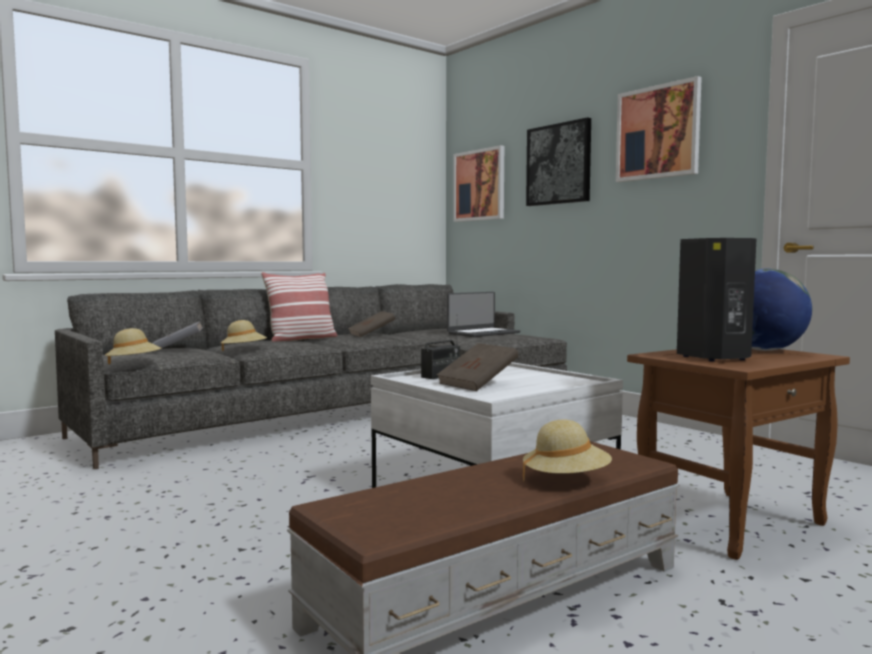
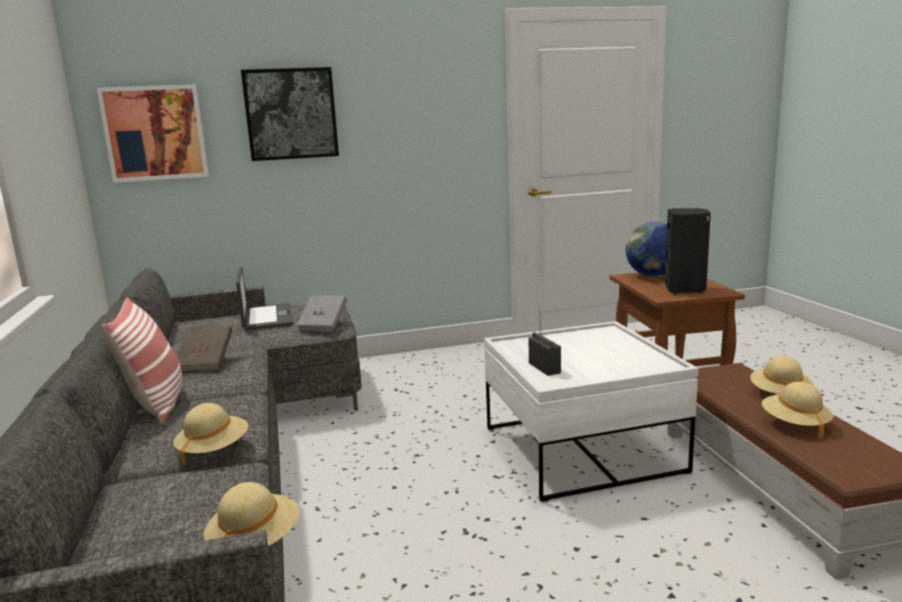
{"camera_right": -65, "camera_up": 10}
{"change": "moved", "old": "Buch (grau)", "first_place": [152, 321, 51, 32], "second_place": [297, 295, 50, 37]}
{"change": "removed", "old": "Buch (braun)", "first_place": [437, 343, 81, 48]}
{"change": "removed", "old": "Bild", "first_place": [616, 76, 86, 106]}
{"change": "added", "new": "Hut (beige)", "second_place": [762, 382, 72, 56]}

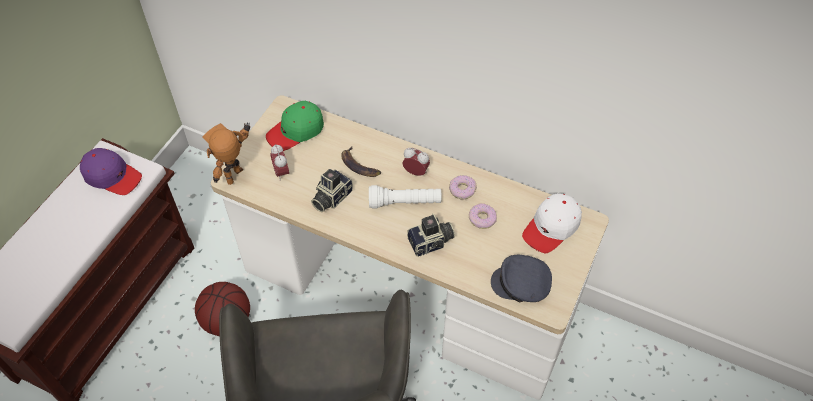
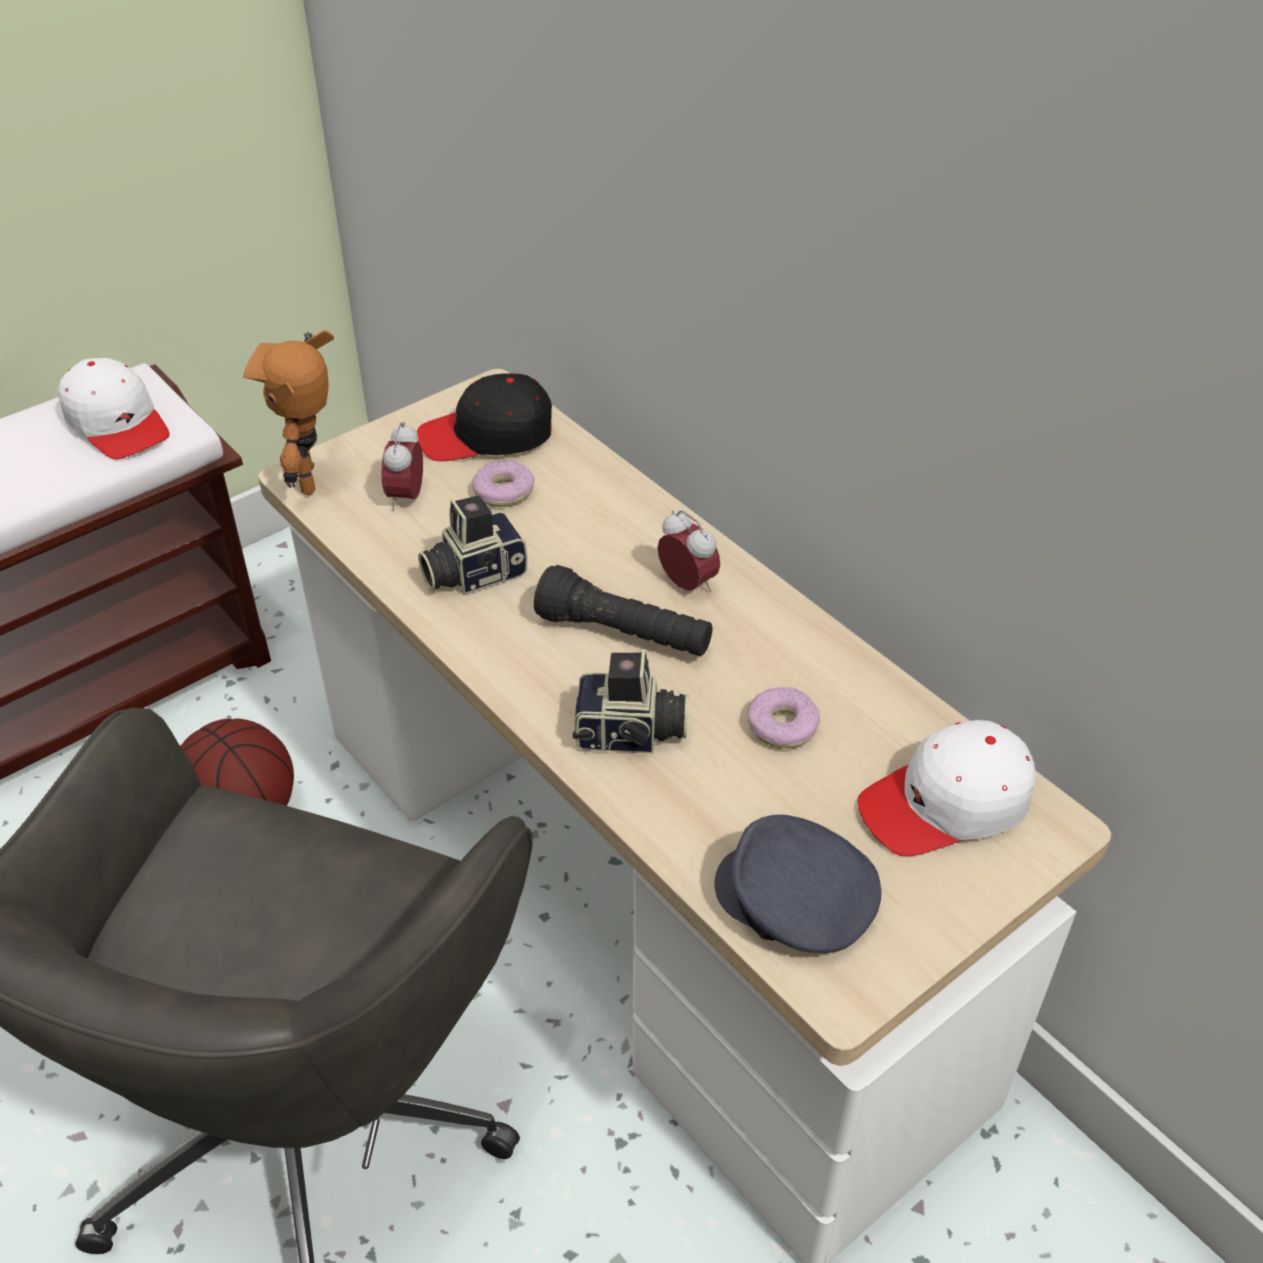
{"camera_right": 25, "camera_up": -10}
{"change": "recoloured", "old": "Kappe (lila)", "new": "Kappe (weiß)", "first_place": [80, 148, 62, 47], "second_place": [58, 358, 112, 101]}
{"change": "turned", "old": "Spielzeugroboter", "first_place": [203, 122, 47, 63], "second_place": [243, 330, 91, 165], "degrees": -60}
{"change": "recoloured", "old": "Kappe (grün)", "new": "Kappe (schwarz)", "first_place": [266, 101, 58, 50], "second_place": [417, 374, 135, 87]}
{"change": "removed", "old": "Banane", "first_place": [341, 147, 40, 30]}
{"change": "recoloured", "old": "Taschenlampe (weiß)", "new": "Taschenlampe (schwarz)", "first_place": [369, 185, 72, 24], "second_place": [534, 565, 179, 91]}
{"change": "moved", "old": "Donut", "first_place": [449, 175, 28, 25], "second_place": [472, 461, 63, 46]}

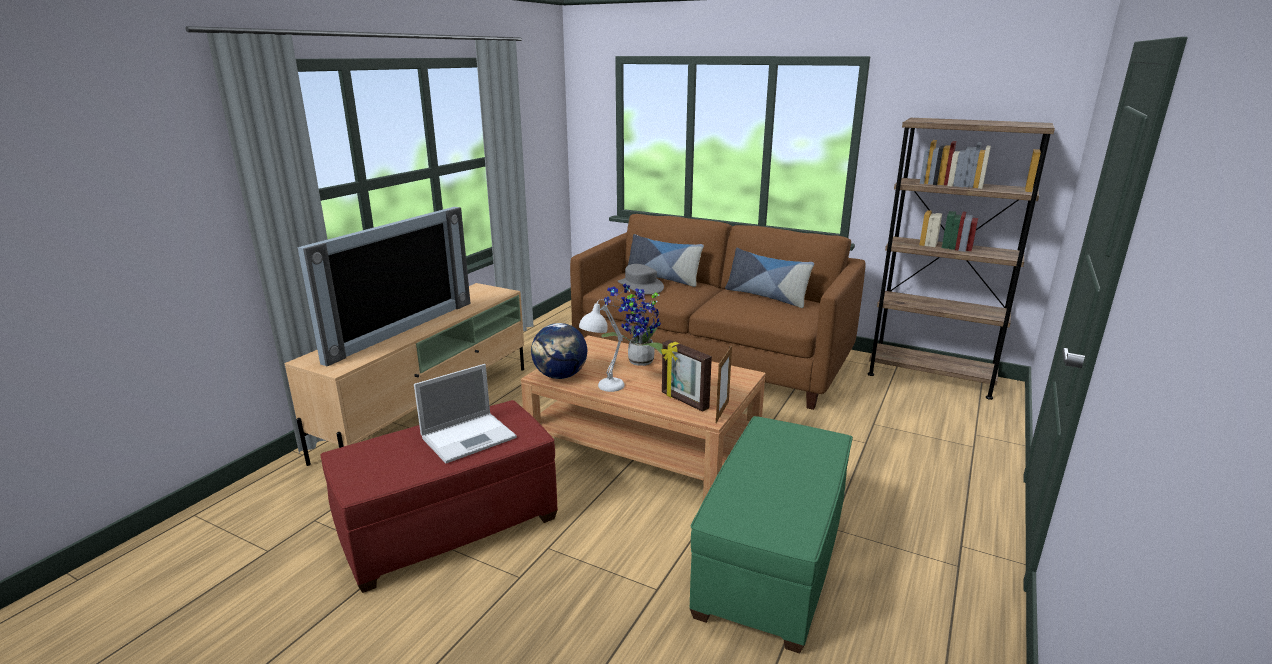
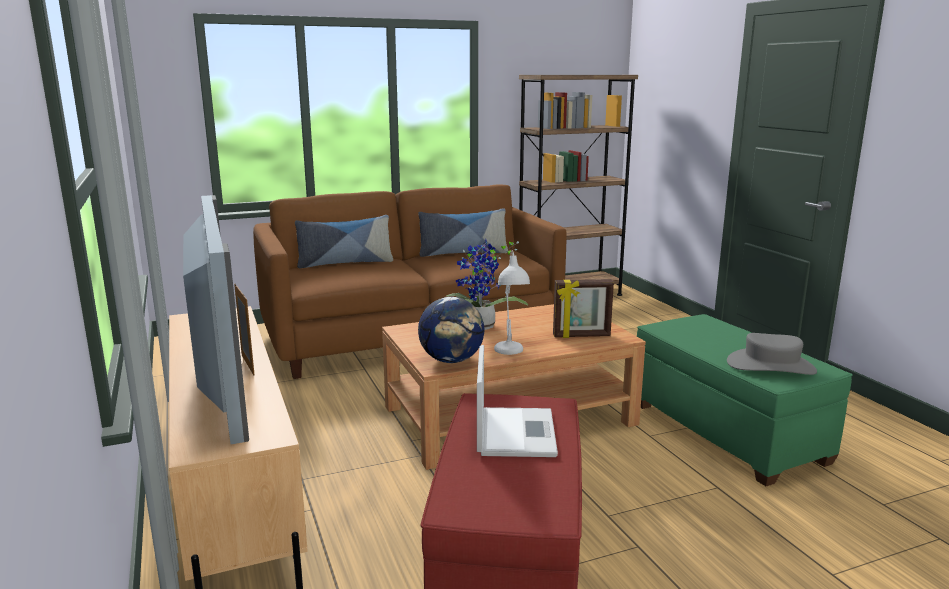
{"camera_right": -50, "camera_up": -5}
{"change": "moved", "old": "Hut (grau)", "first_place": [618, 264, 46, 31], "second_place": [727, 333, 90, 42]}
{"change": "moved", "old": "Bilderrahmen", "first_place": [716, 345, 16, 78], "second_place": [234, 283, 21, 92]}

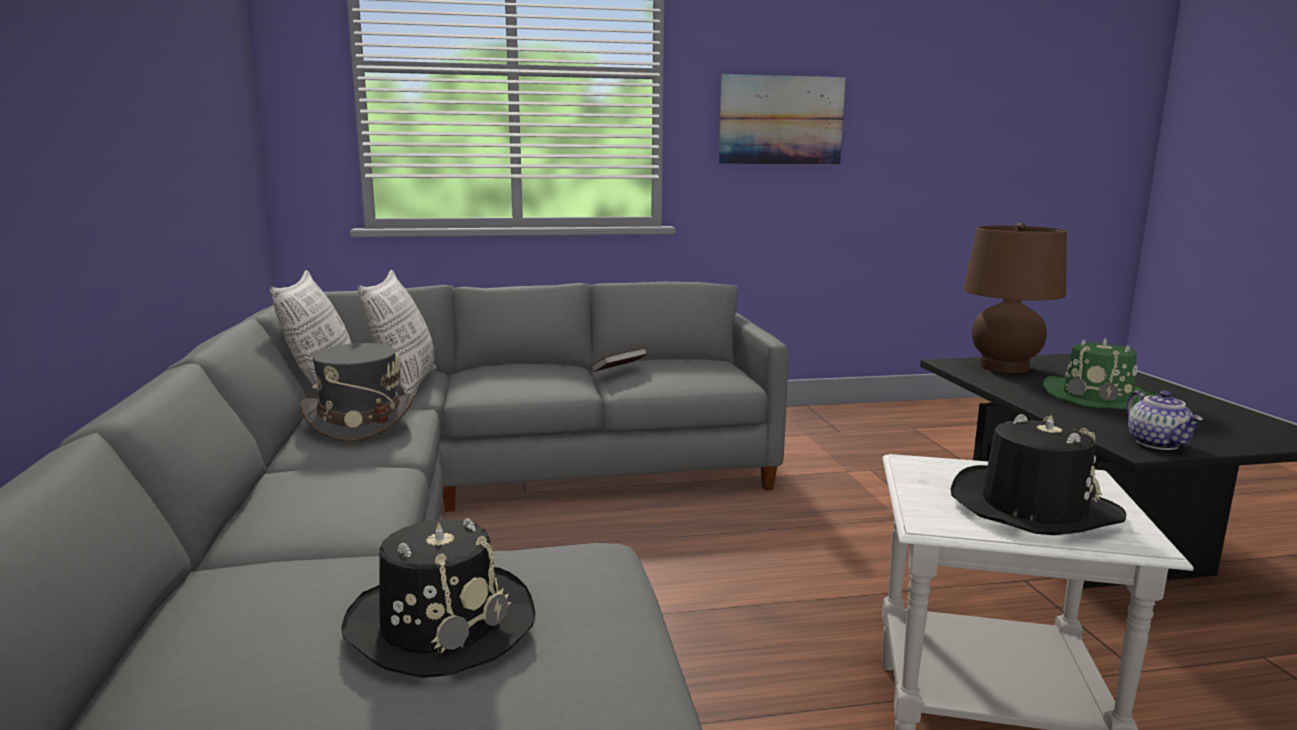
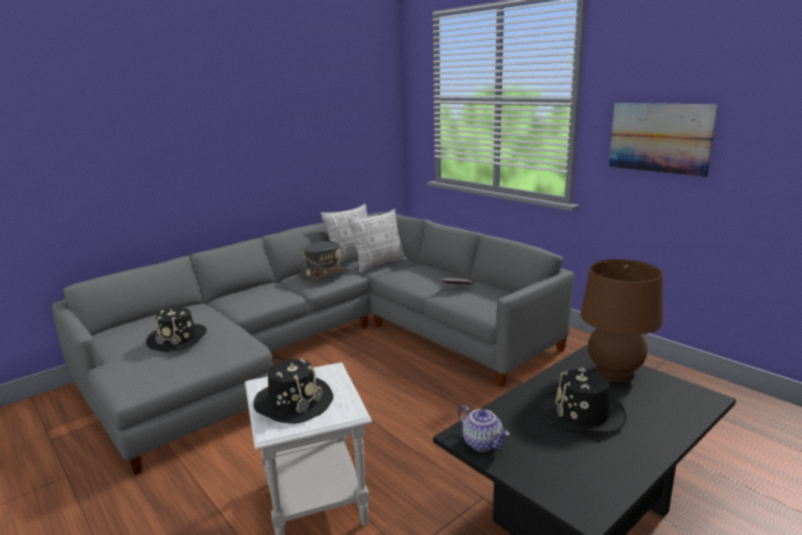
{"camera_right": 60, "camera_up": 5}
{"change": "recoloured", "old": "Hut (grün)", "new": "Hut (schwarz)", "first_place": [1043, 337, 114, 72], "second_place": [543, 368, 83, 65]}
{"change": "turned", "old": "Teekanne", "first_place": [1127, 391, 76, 59], "second_place": [458, 405, 51, 47], "degrees": -90}

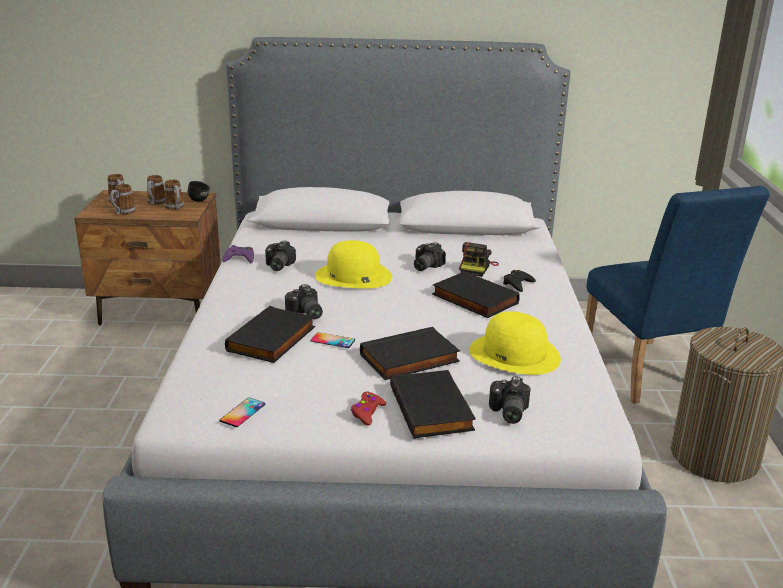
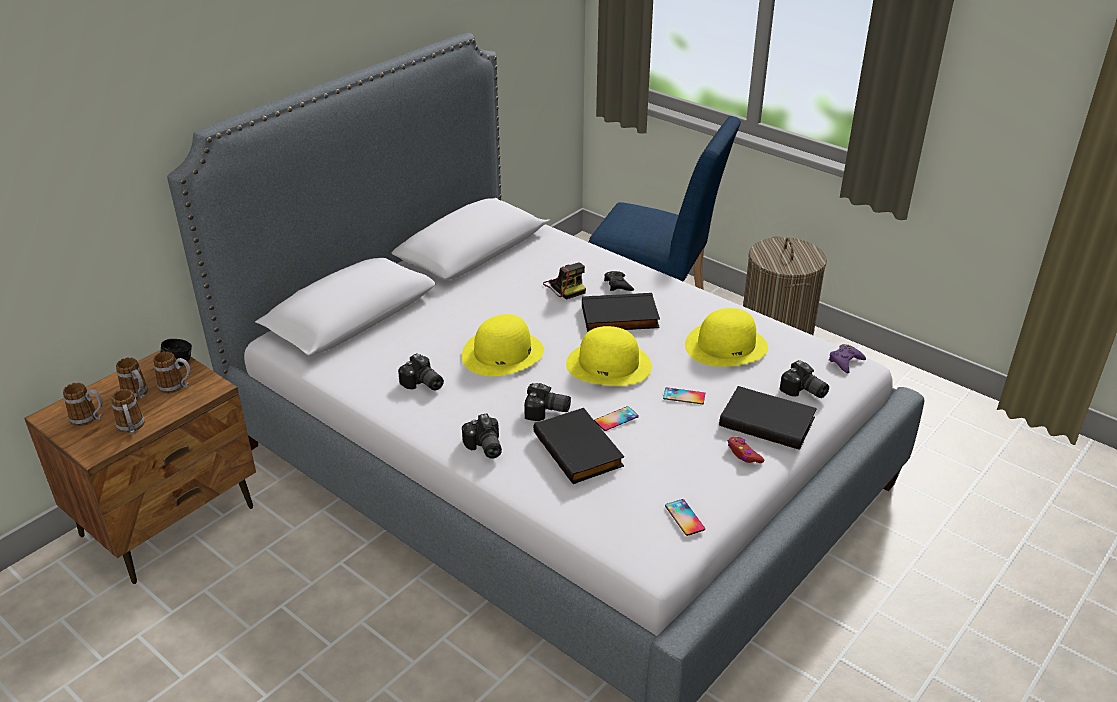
{"camera_right": -50, "camera_up": 10}
{"change": "moved", "old": "Gamepad (lila)", "first_place": [222, 245, 32, 18], "second_place": [829, 344, 37, 29]}
{"change": "replaced", "old": "Buch (schwarz)", "new": "Handy", "first_place": [360, 327, 100, 53], "second_place": [663, 387, 42, 17]}
{"change": "moved", "old": "Kamera", "first_place": [414, 242, 32, 29], "second_place": [462, 414, 40, 45]}
{"change": "added", "new": "Hut (gelb)", "second_place": [566, 326, 86, 60]}

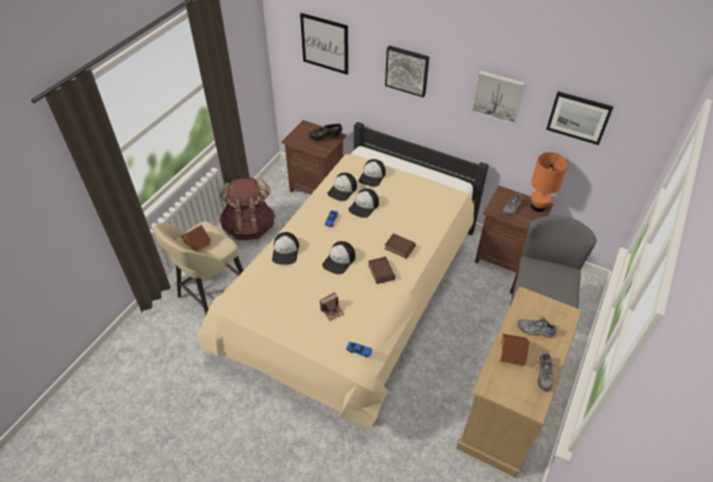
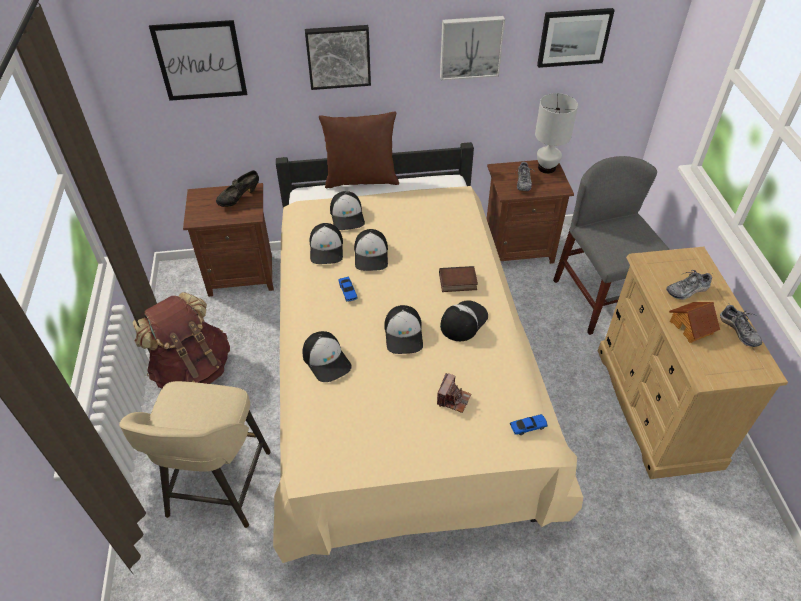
{"camera_right": -35, "camera_up": 0}
{"change": "removed", "old": "Spielzeughaus", "first_place": [181, 225, 30, 27]}
{"change": "replaced", "old": "Buch", "new": "Kappe", "first_place": [368, 257, 27, 27], "second_place": [440, 300, 48, 41]}
{"change": "recoloured", "old": "Tischlampe (orange)", "new": "Tischlampe (weiß)", "first_place": [531, 152, 37, 60], "second_place": [535, 93, 43, 81]}
{"change": "added", "new": "Kissen (braun)", "second_place": [319, 112, 80, 76]}

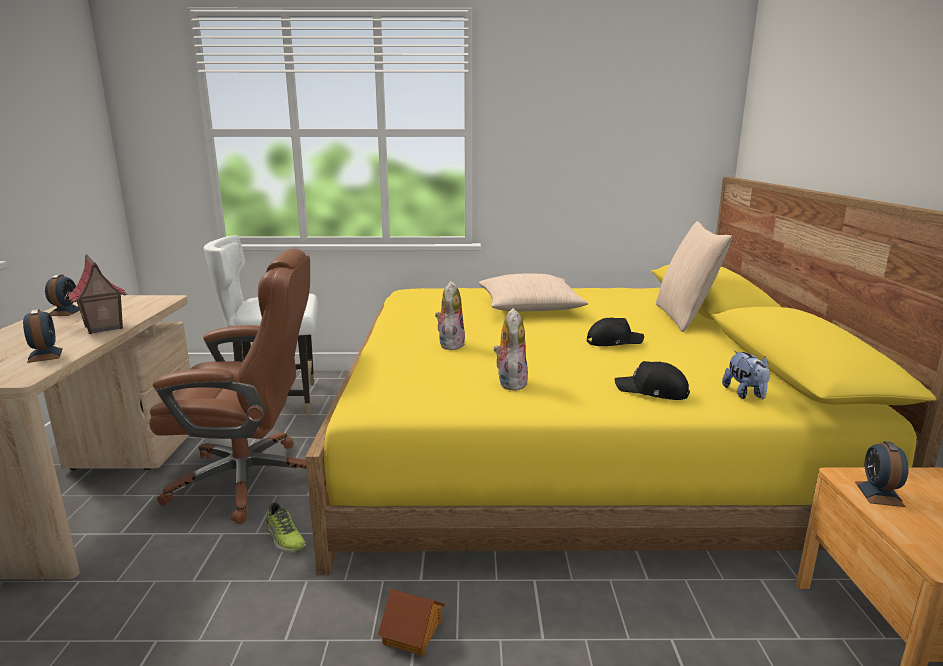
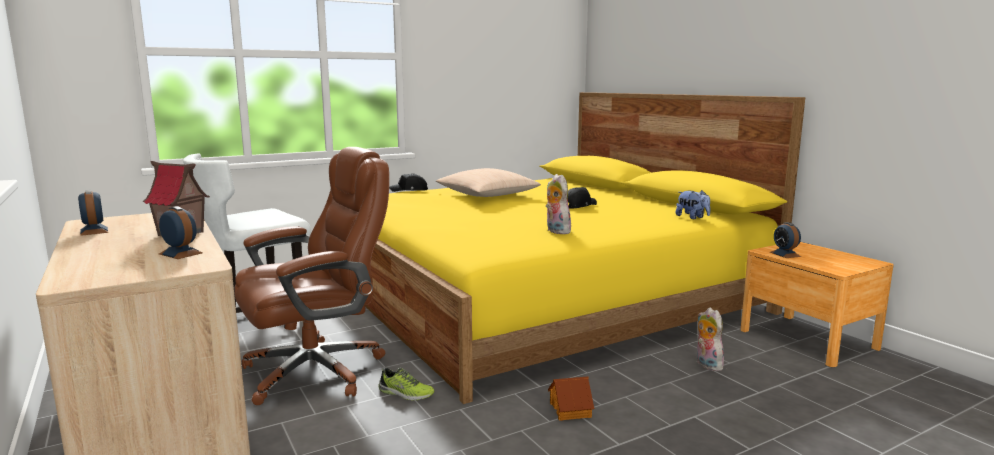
{"camera_right": -30, "camera_up": -5}
{"change": "moved", "old": "Plüschtier", "first_place": [435, 280, 30, 70], "second_place": [697, 307, 30, 64]}
{"change": "moved", "old": "Kappe (schwarz)", "first_place": [615, 361, 75, 39], "second_place": [389, 173, 39, 19]}
{"change": "removed", "old": "Kissen (beige)", "first_place": [656, 221, 76, 111]}

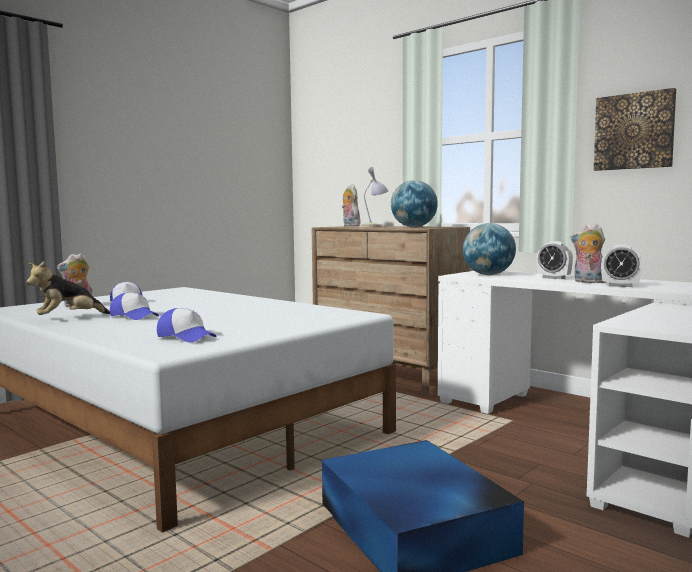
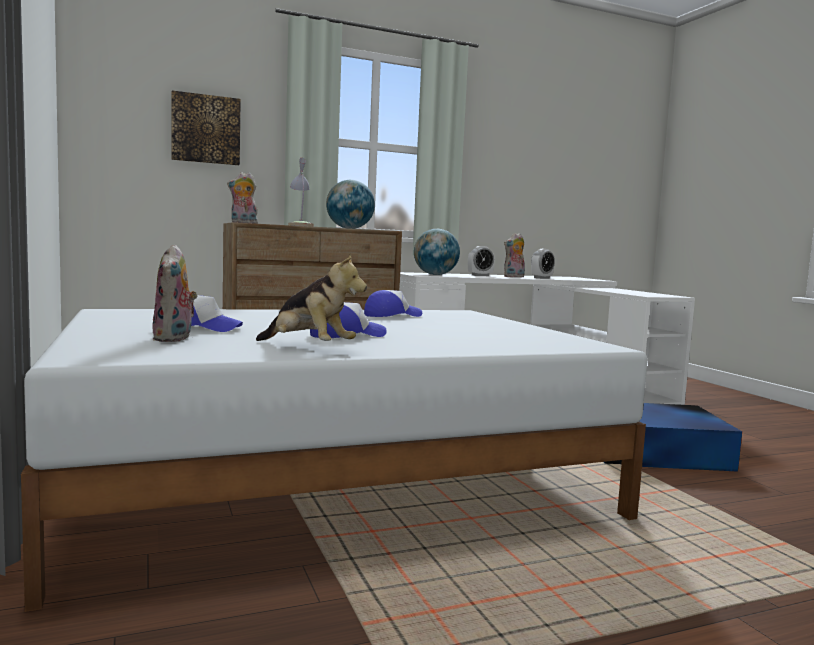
{"camera_right": -65, "camera_up": 0}
{"change": "turned", "old": "Plüschtier", "first_place": [26, 261, 84, 54], "second_place": [256, 253, 111, 88], "degrees": -45}
{"change": "moved", "old": "Kappe", "first_place": [157, 308, 59, 34], "second_place": [364, 290, 58, 27]}
{"change": "moved", "old": "Bild", "first_place": [594, 88, 82, 83], "second_place": [172, 90, 69, 75]}

